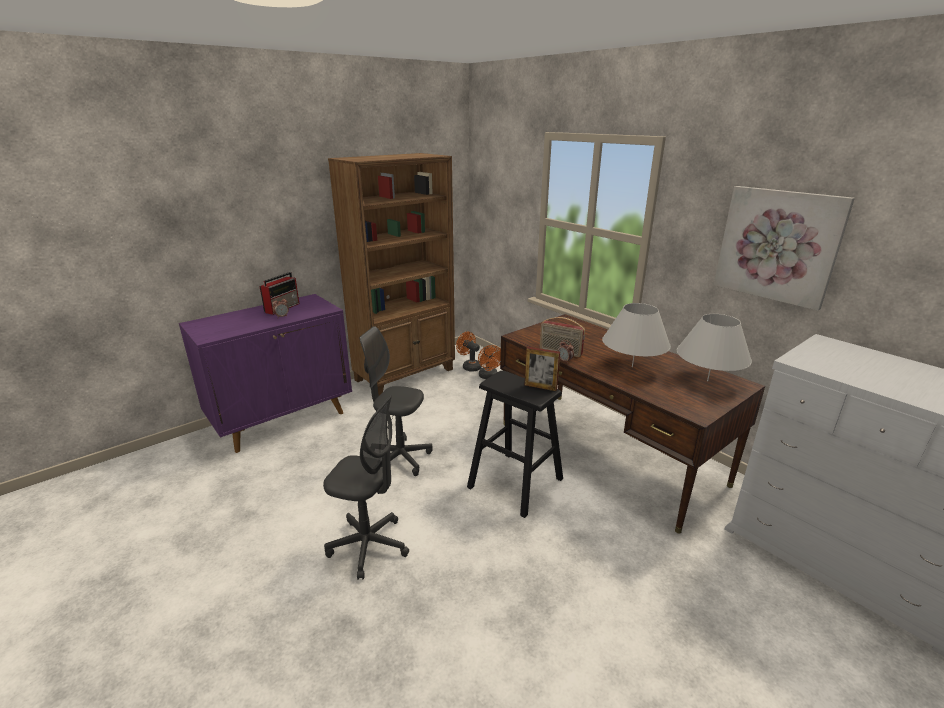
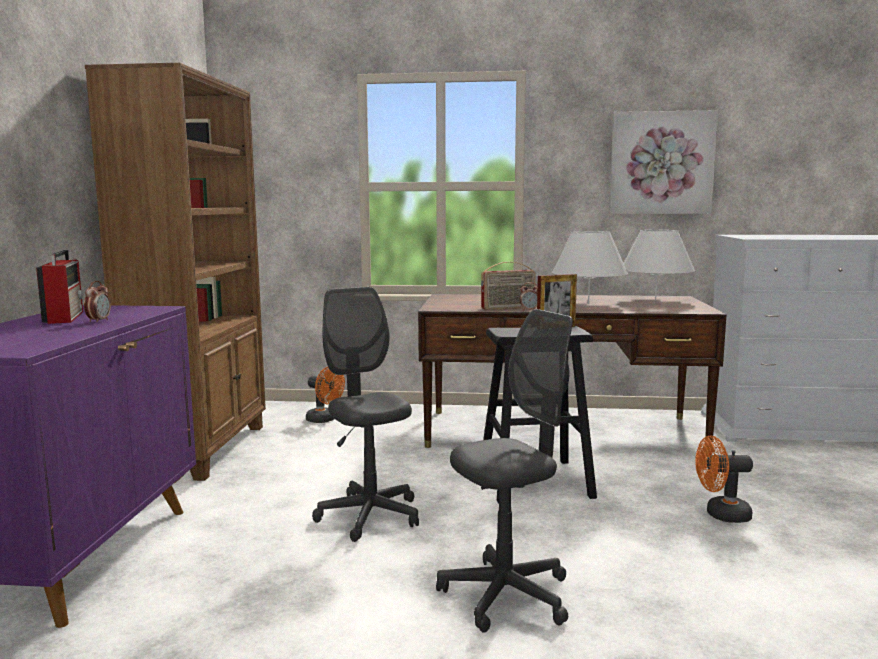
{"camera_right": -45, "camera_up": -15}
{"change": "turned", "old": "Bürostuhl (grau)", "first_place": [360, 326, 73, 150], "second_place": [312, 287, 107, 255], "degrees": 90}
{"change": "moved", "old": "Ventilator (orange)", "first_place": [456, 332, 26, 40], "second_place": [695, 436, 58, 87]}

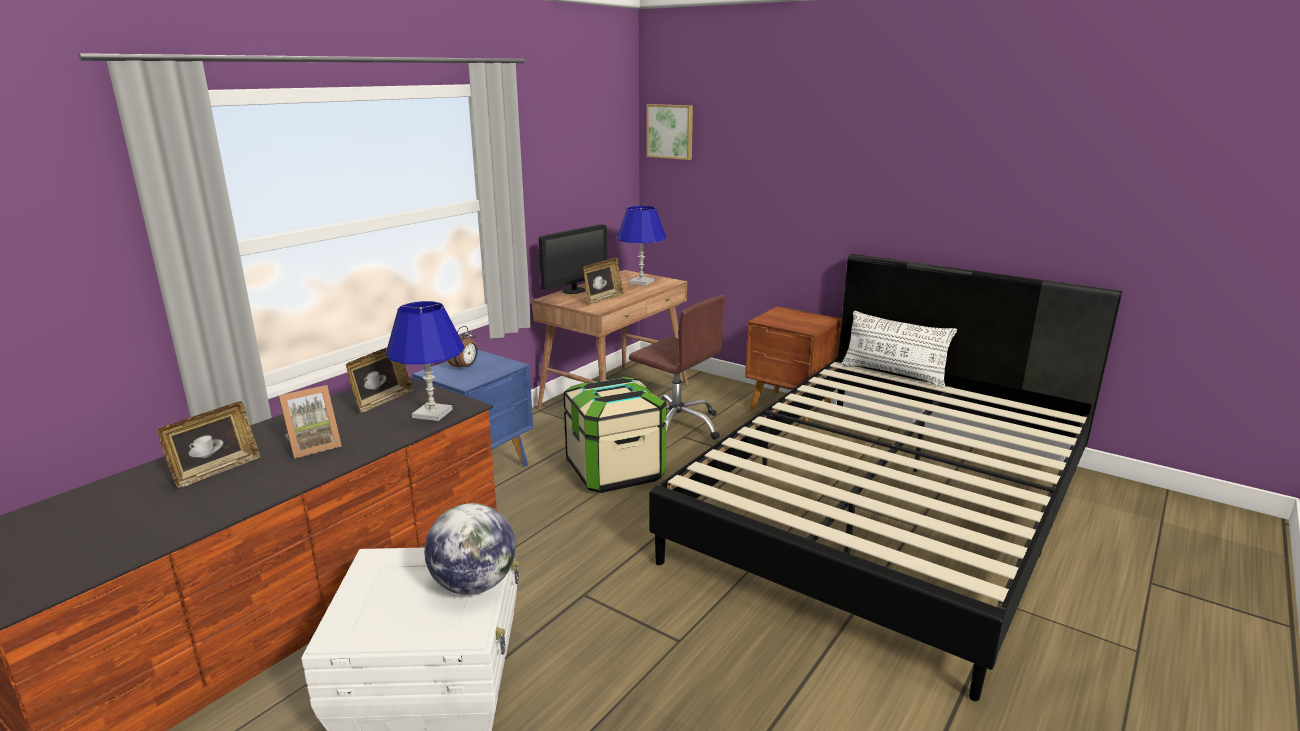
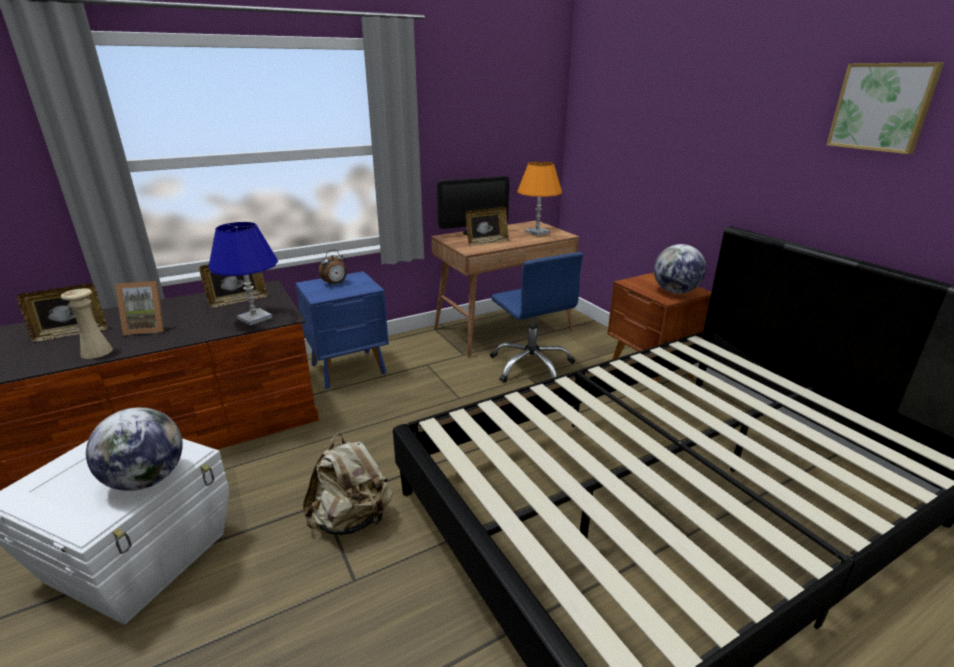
{"camera_right": 25, "camera_up": 5}
{"change": "removed", "old": "Aufbewahrungsbox", "first_place": [563, 377, 104, 116]}
{"change": "recoloured", "old": "Tischlampe (blau)", "new": "Tischlampe (orange)", "first_place": [617, 206, 49, 80], "second_place": [517, 162, 45, 74]}
{"change": "recoloured", "old": "Bürostuhl (braun)", "new": "Bürostuhl (blau)", "first_place": [629, 295, 96, 145], "second_place": [490, 252, 93, 131]}
{"change": "moved", "old": "Bild", "first_place": [647, 104, 46, 56], "second_place": [826, 62, 118, 92]}
{"change": "removed", "old": "Kissen (weiß)", "first_place": [841, 311, 116, 76]}
{"change": "added", "new": "Vase (beige)", "second_place": [61, 289, 52, 70]}
{"change": "added", "new": "Rucksack (beige)", "second_place": [303, 433, 89, 102]}
{"change": "added", "new": "Globus", "second_place": [654, 244, 52, 50]}

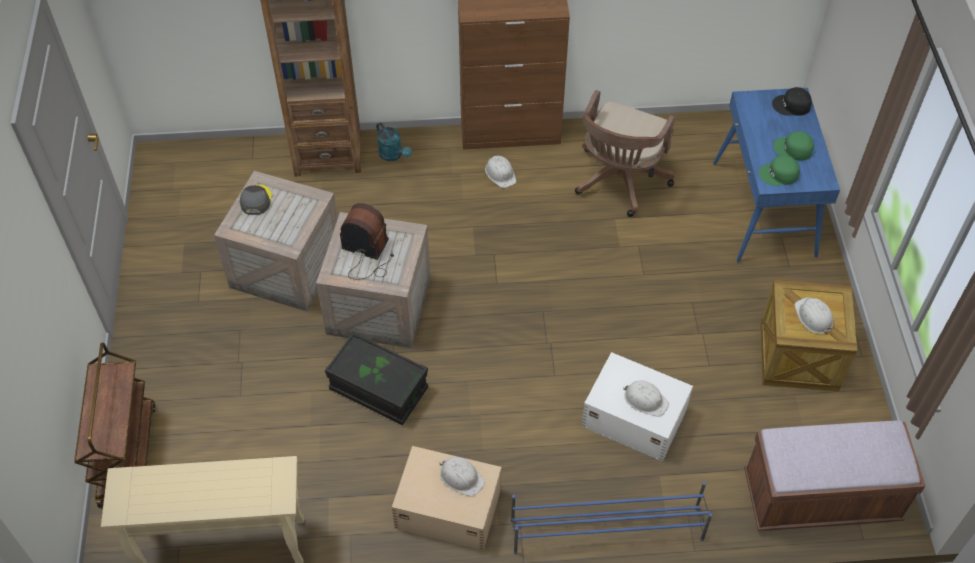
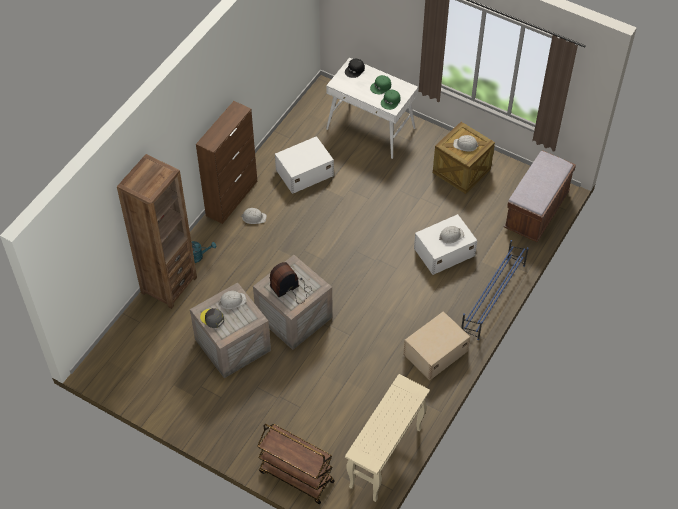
{"camera_right": -55, "camera_up": 0}
{"change": "removed", "old": "Aufbewahrungsbox (schwarz)", "first_place": [325, 332, 103, 93]}
{"change": "moved", "old": "Schutzhelm (weiß)", "first_place": [440, 457, 45, 40], "second_place": [219, 291, 28, 18]}
{"change": "replaced", "old": "Bürostuhl (braun)", "new": "Aufbewahrungsbox (weiß)", "first_place": [575, 90, 100, 127], "second_place": [275, 136, 59, 58]}
{"change": "recoloured", "old": "Schreibtisch (blau)", "new": "Schreibtisch (weiß)", "first_place": [713, 88, 127, 174], "second_place": [326, 58, 92, 101]}

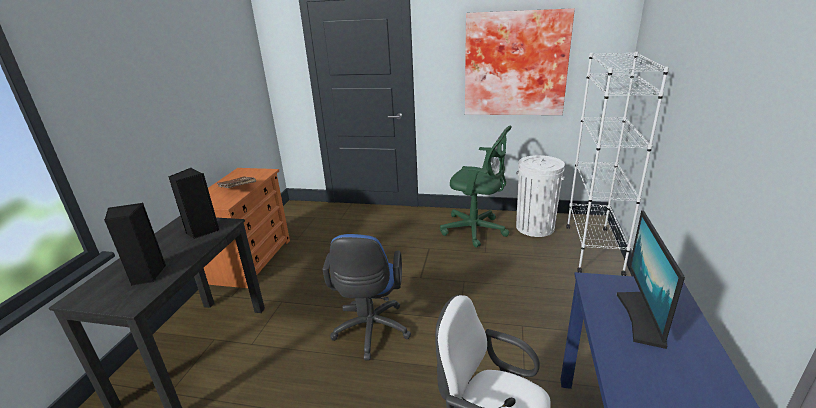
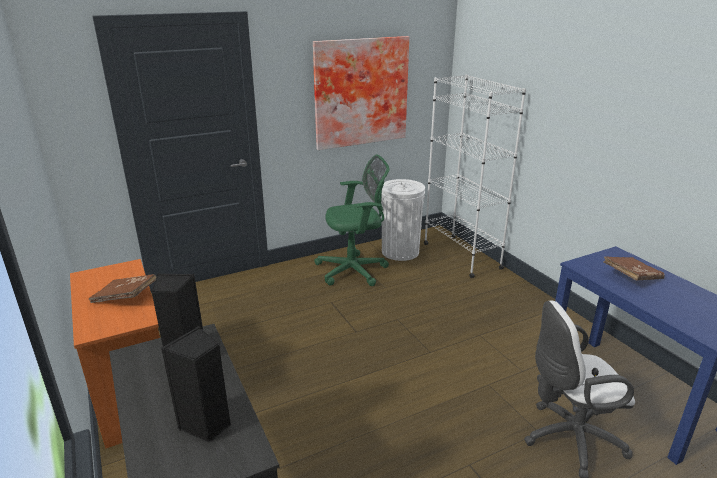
{"camera_right": -40, "camera_up": 0}
{"change": "removed", "old": "Bürostuhl (blau)", "first_place": [322, 234, 89, 126]}
{"change": "replaced", "old": "Monitor", "new": "Buch (braun)", "first_place": [617, 210, 68, 139], "second_place": [603, 256, 61, 24]}

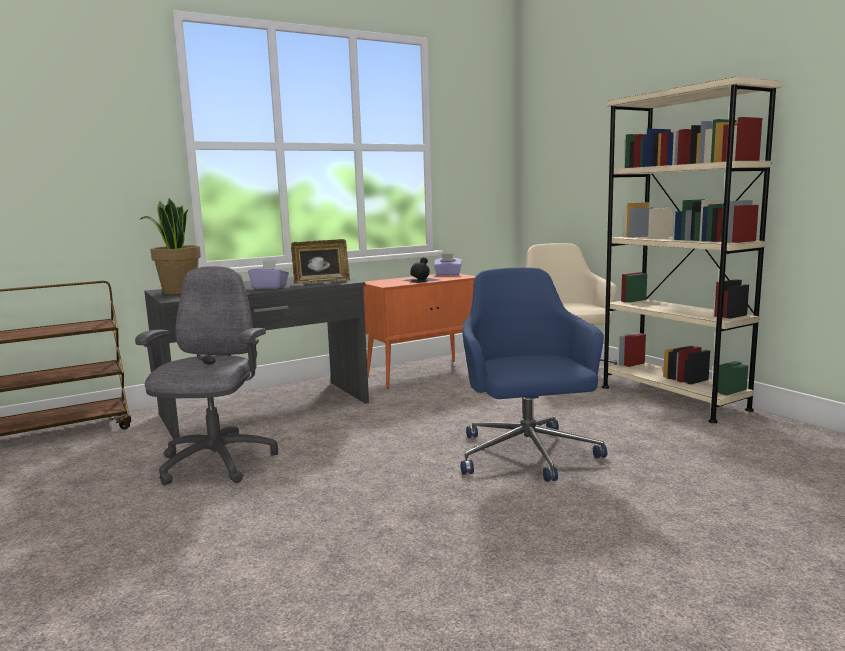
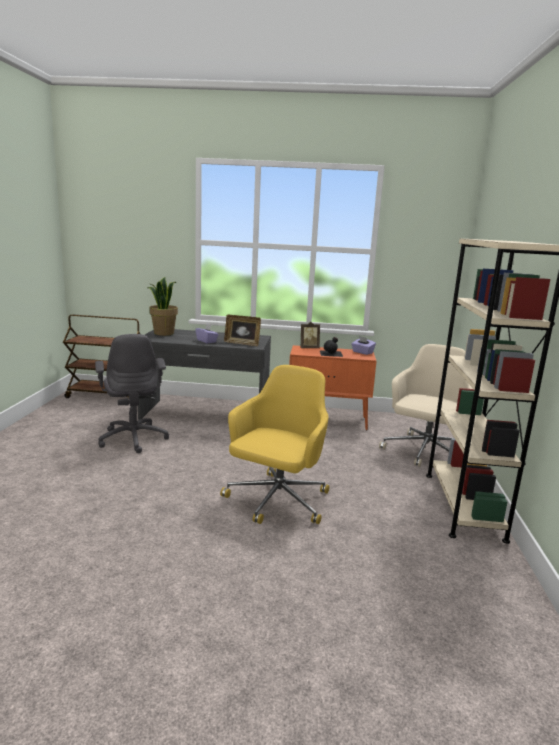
{"camera_right": 35, "camera_up": 5}
{"change": "turned", "old": "Bürostuhl (grau)", "first_place": [135, 266, 143, 219], "second_place": [95, 334, 74, 119], "degrees": 120}
{"change": "recoloured", "old": "Bürostuhl (blau)", "new": "Bürostuhl (gelb)", "first_place": [461, 267, 146, 215], "second_place": [220, 365, 109, 159]}
{"change": "added", "new": "Bilderrahmen", "second_place": [300, 322, 20, 26]}

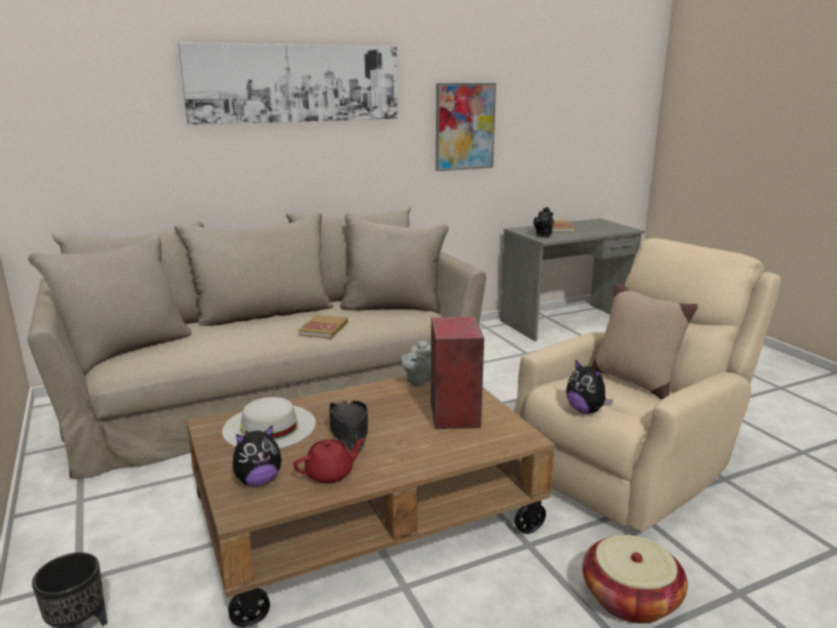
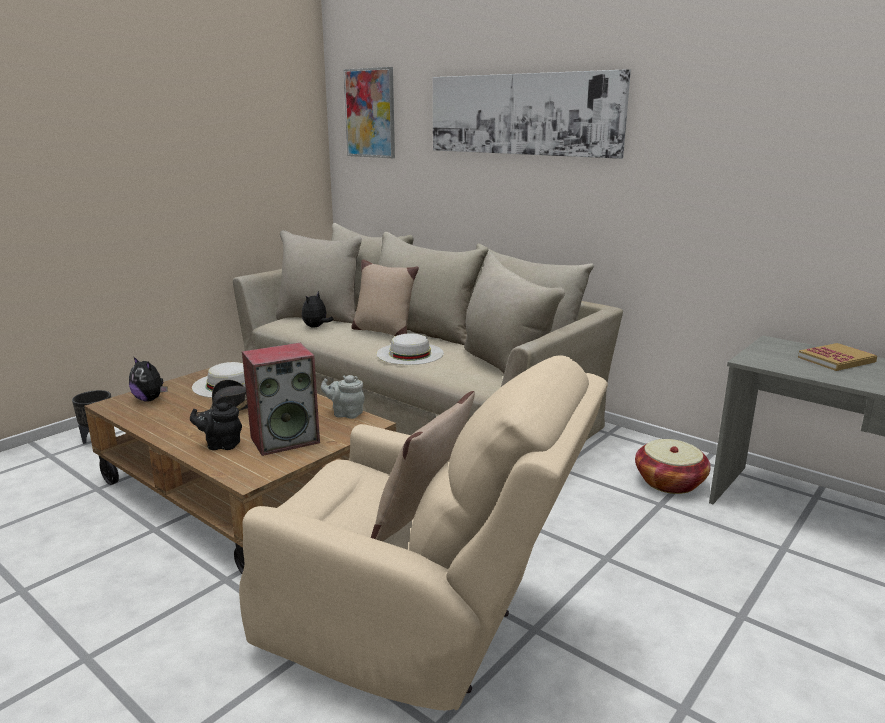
{"camera_right": 65, "camera_up": 0}
{"change": "removed", "old": "Teekanne (rot)", "first_place": [293, 438, 73, 45]}
{"change": "replaced", "old": "Buch", "new": "Hut (weiß)", "first_place": [298, 315, 50, 24], "second_place": [376, 333, 68, 32]}
{"change": "moved", "old": "Bild", "first_place": [436, 83, 60, 88], "second_place": [344, 67, 51, 91]}
{"change": "moved", "old": "Teekanne (schwarz)", "first_place": [533, 207, 21, 31], "second_place": [190, 402, 52, 48]}
{"change": "moved", "old": "Plüschtier", "first_place": [566, 359, 47, 55], "second_place": [302, 291, 32, 37]}
{"change": "moved", "old": "Korb", "first_place": [582, 535, 106, 89], "second_place": [635, 439, 76, 55]}
{"change": "added", "new": "Kissen (beige)", "second_place": [351, 259, 68, 77]}

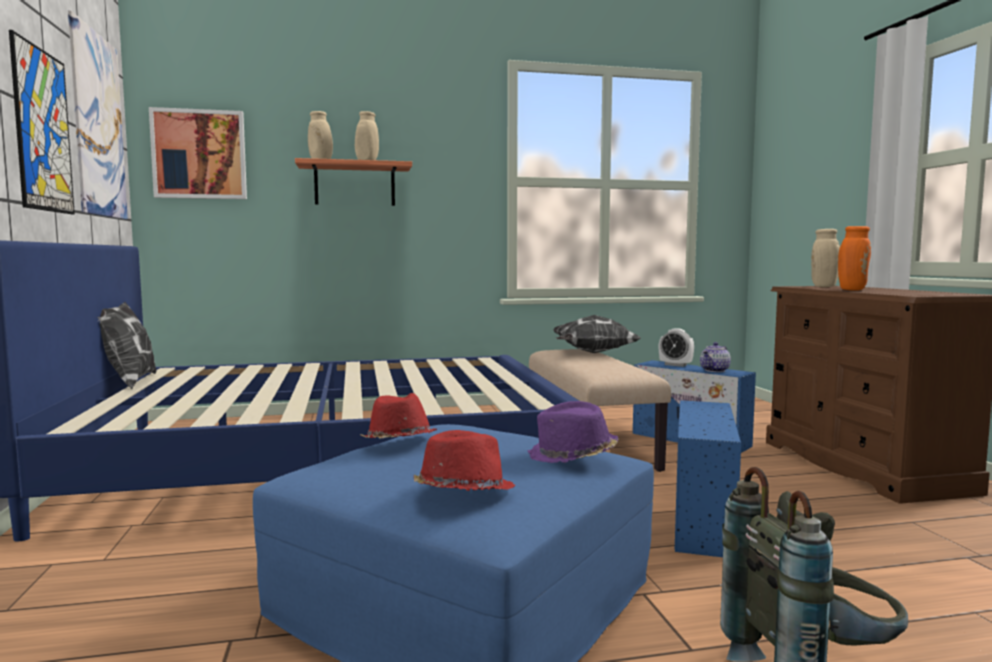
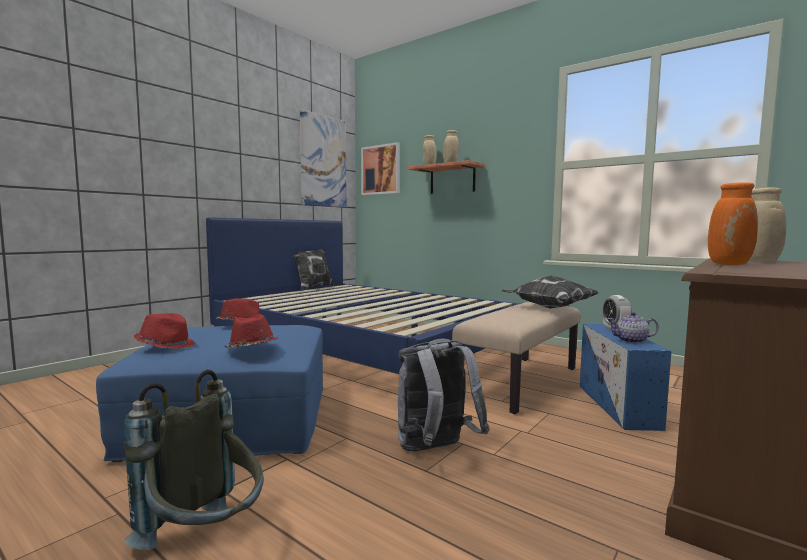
{"camera_right": 50, "camera_up": 0}
{"change": "removed", "old": "Bild", "first_place": [9, 30, 66, 184]}
{"change": "recoloured", "old": "Hut (lila)", "new": "Hut (rot)", "first_place": [528, 401, 90, 62], "second_place": [225, 314, 53, 34]}
{"change": "replaced", "old": "Aufbewahrungsbox (blau)", "new": "Rucksack (grau)", "first_place": [675, 400, 66, 157], "second_place": [398, 338, 92, 114]}

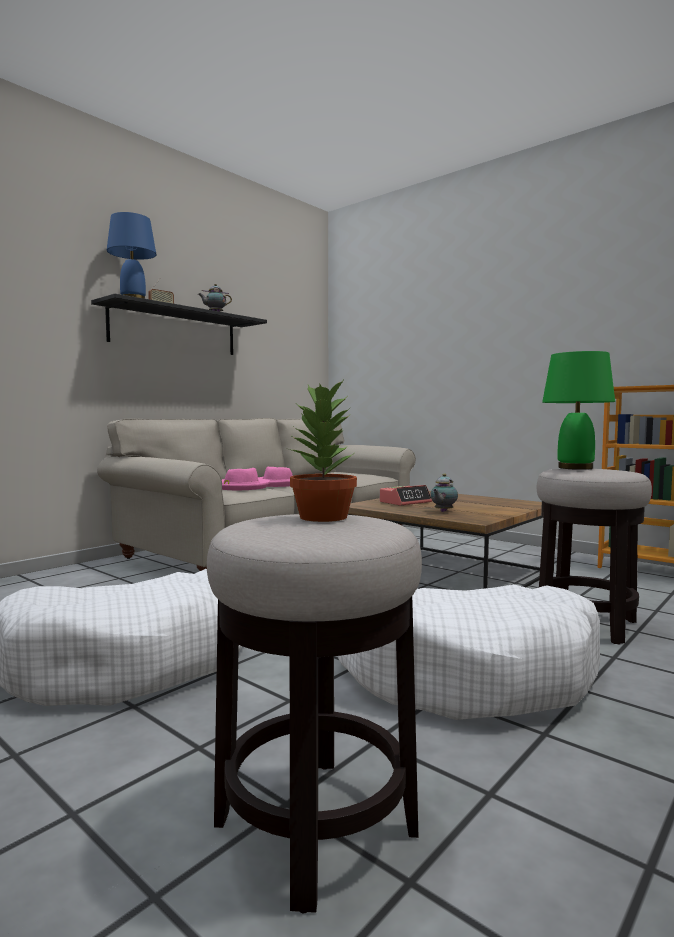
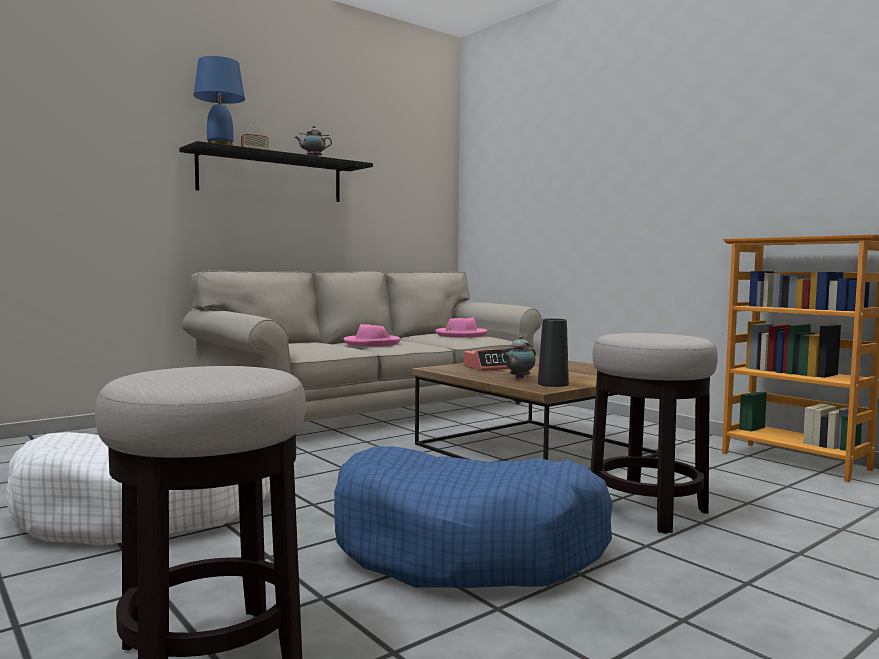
{"camera_right": 10, "camera_up": 0}
{"change": "moved", "old": "Hut (rosa)", "first_place": [222, 468, 48, 22], "second_place": [435, 318, 52, 20]}
{"change": "removed", "old": "Topfpflanze", "first_place": [289, 378, 68, 144]}
{"change": "recoloured", "old": "Hundebett (weiß)", "new": "Hundebett (blau)", "first_place": [338, 584, 262, 136], "second_place": [334, 446, 279, 142]}
{"change": "removed", "old": "Tischlampe (grün)", "first_place": [542, 351, 73, 119]}
{"change": "added", "new": "Vase (schwarz)", "second_place": [538, 318, 31, 69]}

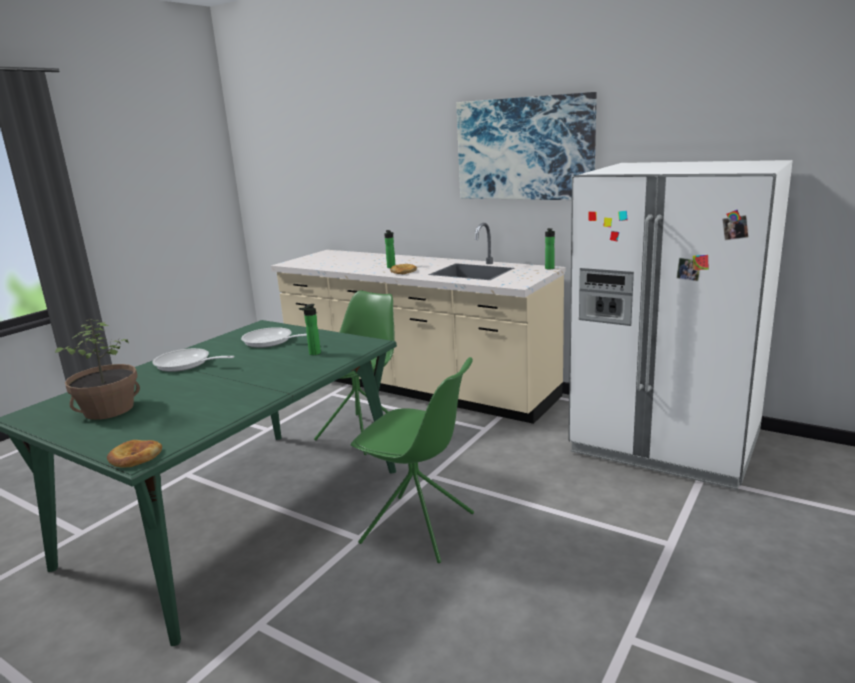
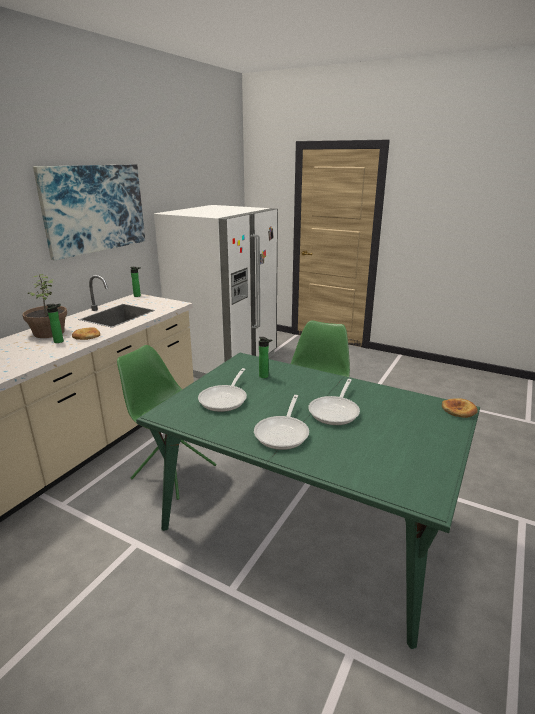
{"camera_right": -95, "camera_up": 5}
{"change": "moved", "old": "Topfpflanze", "first_place": [55, 319, 85, 101], "second_place": [22, 274, 45, 64]}
{"change": "added", "new": "Pfanne", "second_place": [308, 379, 52, 46]}

